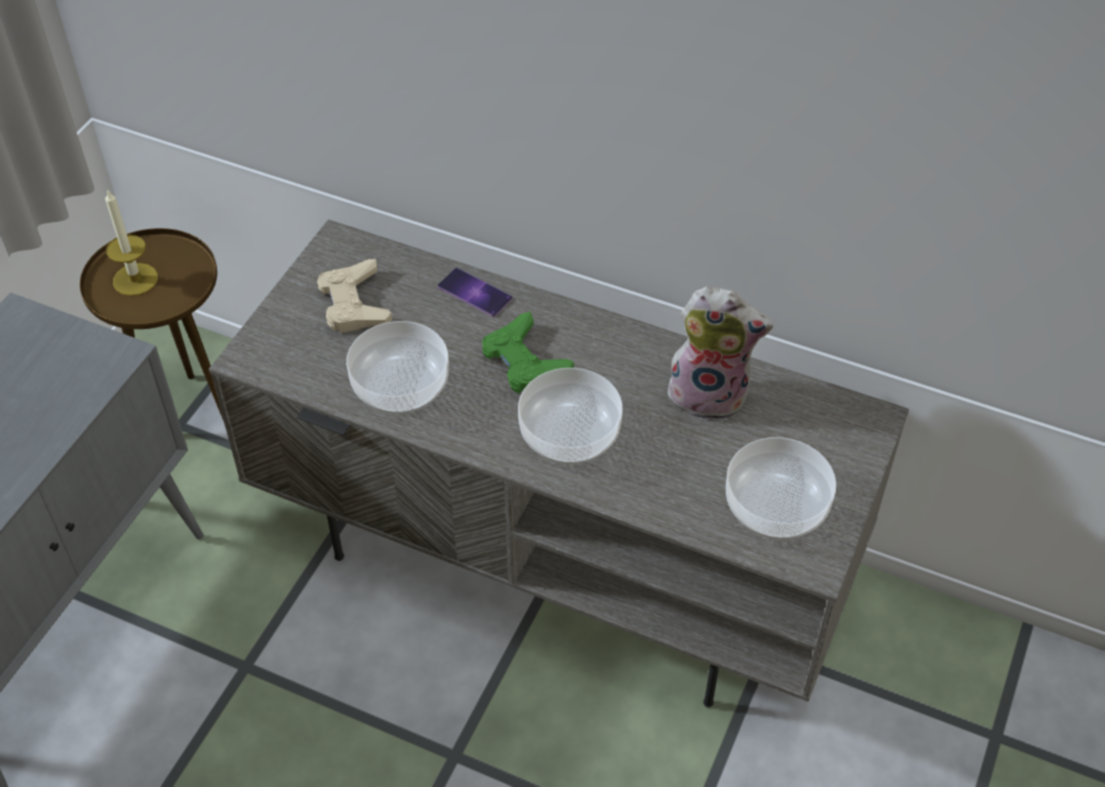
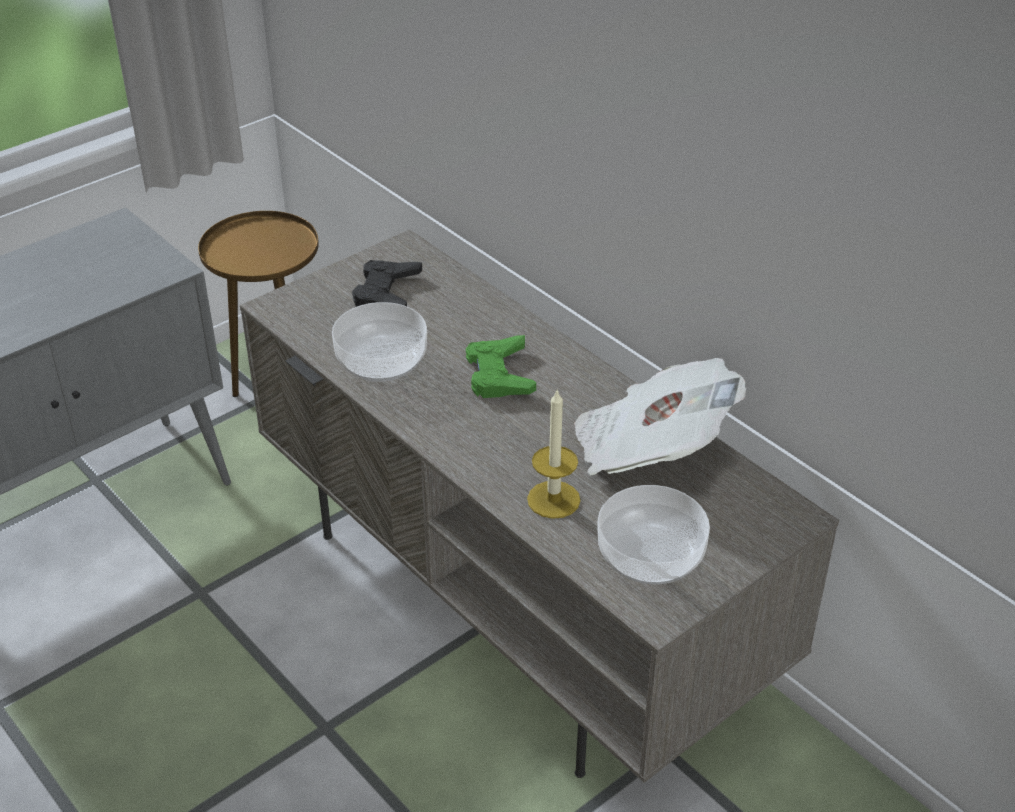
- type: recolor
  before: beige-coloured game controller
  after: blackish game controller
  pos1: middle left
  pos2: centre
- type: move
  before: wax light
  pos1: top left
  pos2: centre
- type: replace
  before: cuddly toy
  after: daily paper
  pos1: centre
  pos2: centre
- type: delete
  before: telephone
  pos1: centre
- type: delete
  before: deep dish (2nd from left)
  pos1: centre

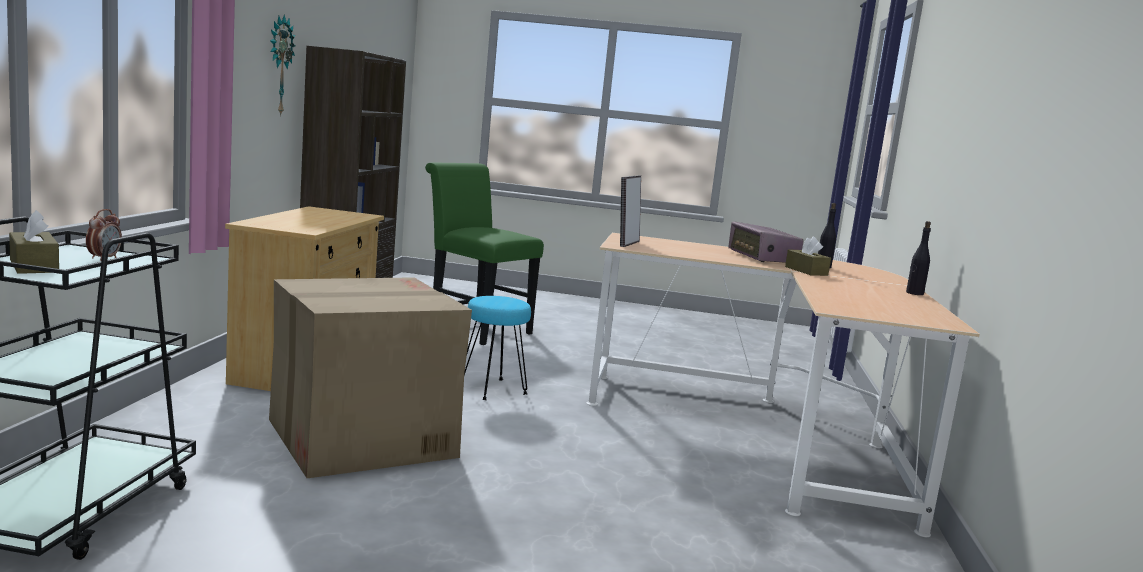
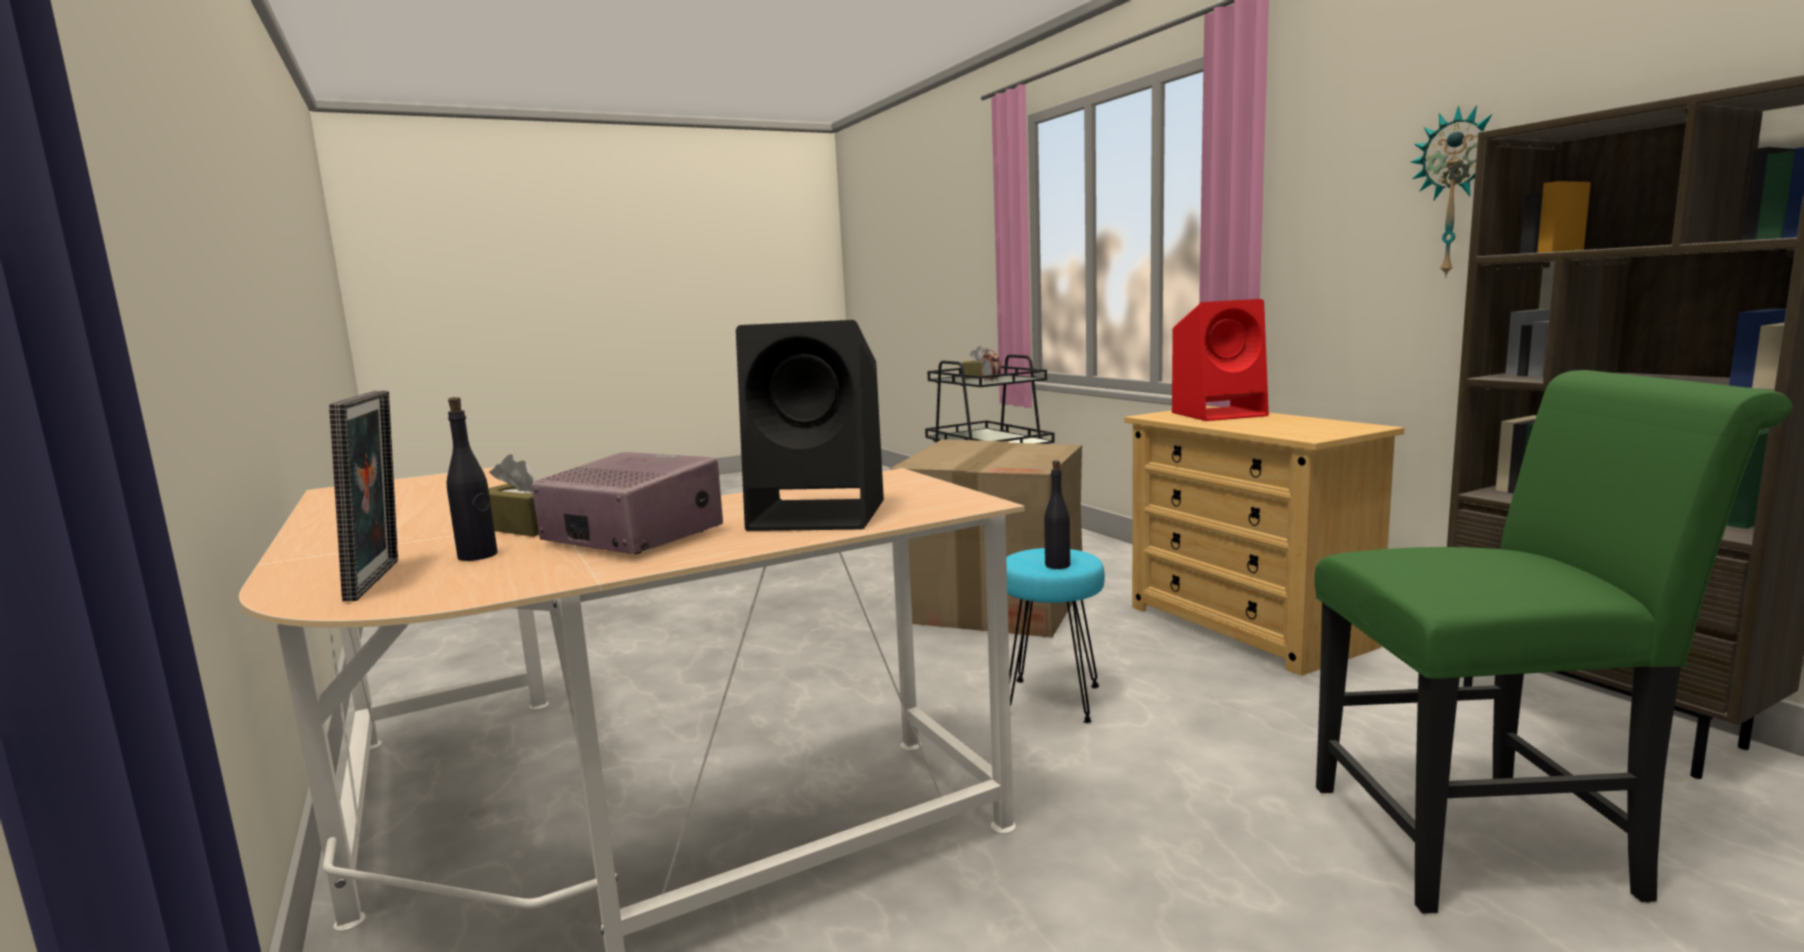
- type: move
  before: photo frame
  pos1: centre
  pos2: middle left
- type: insert
  after: blackish speaker
  pos2: centre
- type: move
  before: blackish drink bottle (2nd from left)
  pos1: middle right
  pos2: centre
- type: insert
  after: red-coloured speaker
  pos2: middle right

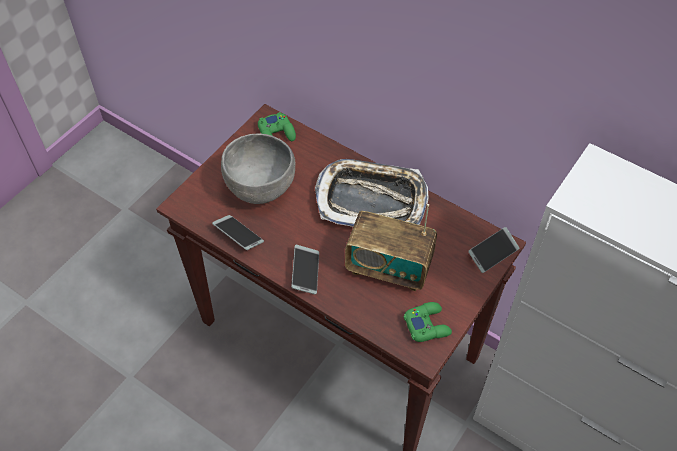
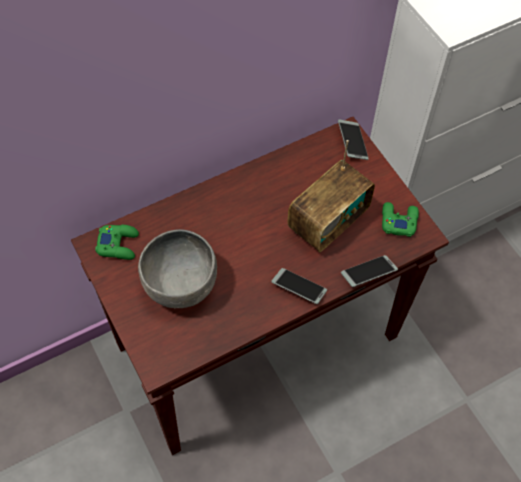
- type: move
  before: telephone (1st from left in the first image)
  after: telephone (3rd from left)
  pos1: centre
  pos2: middle right
- type: delete
  before: tray
  pos1: centre

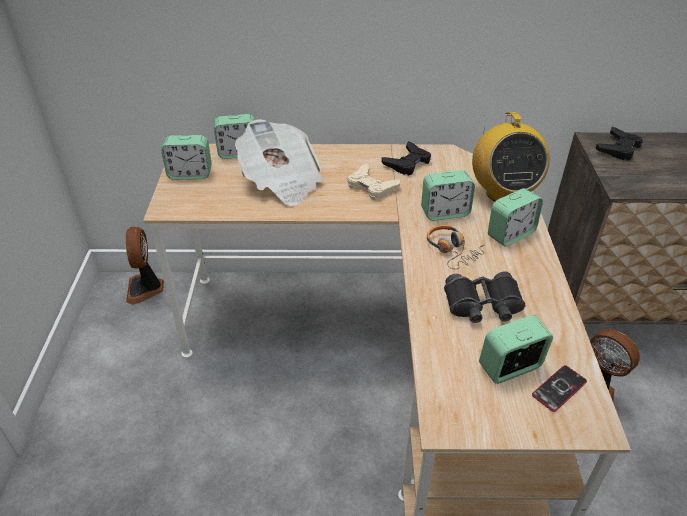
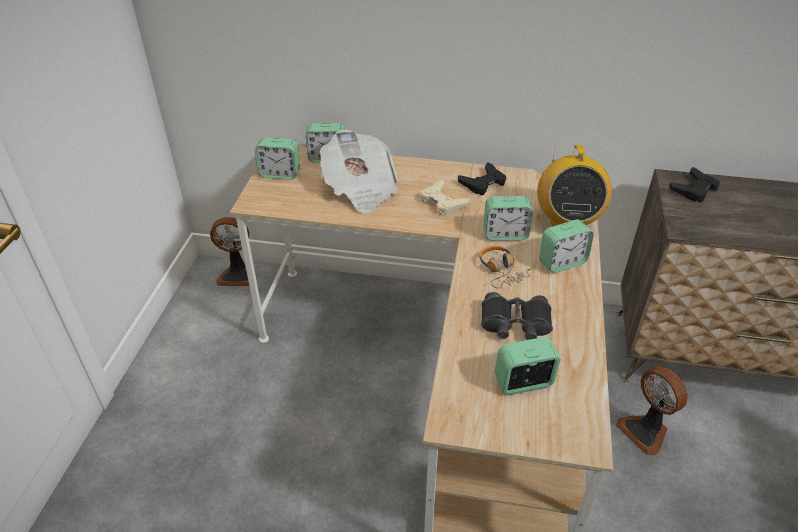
- type: rotate
  before: cooling fan (1st from left)
  pos1: middle left
  pos2: middle left
  turn: -90
- type: delete
  before: telephone
  pos1: bottom right

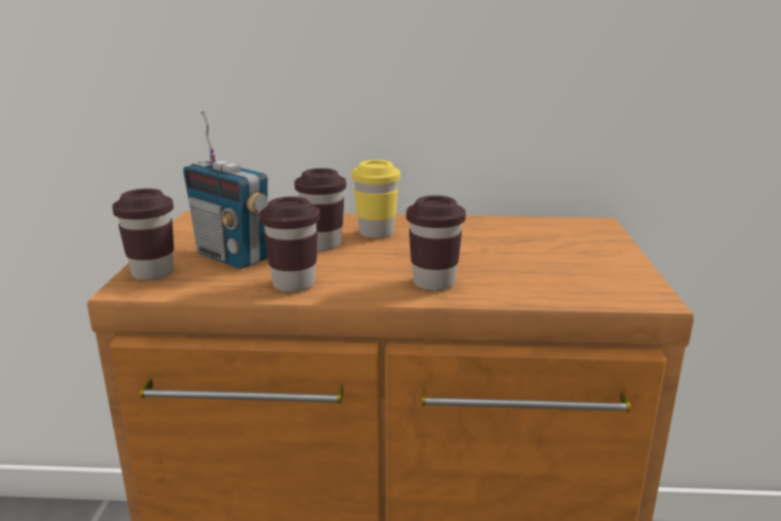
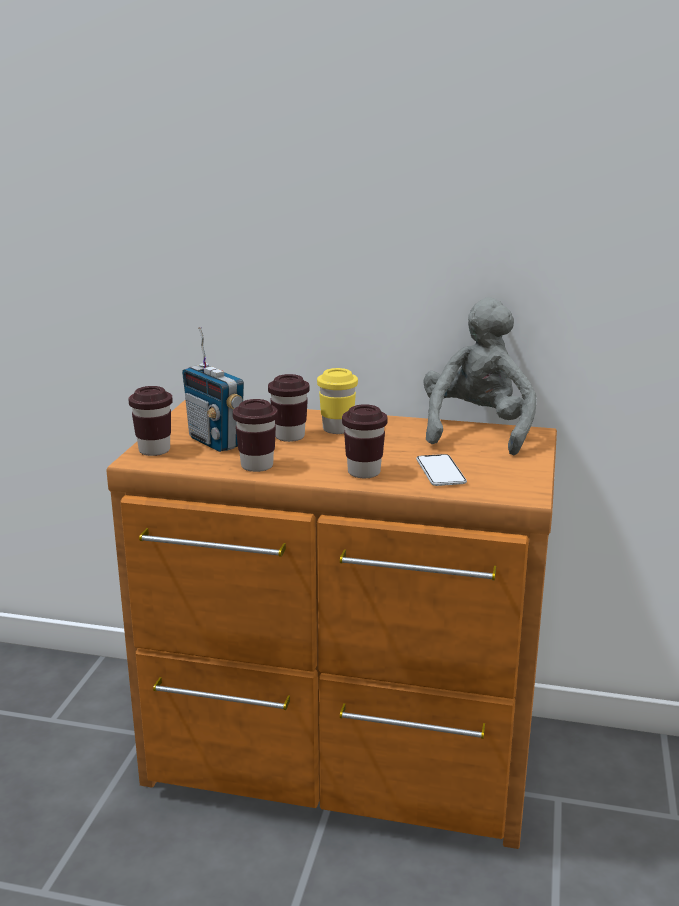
- type: insert
  after: telephone
  pos2: centre
- type: insert
  after: grey cuddly toy
  pos2: middle right

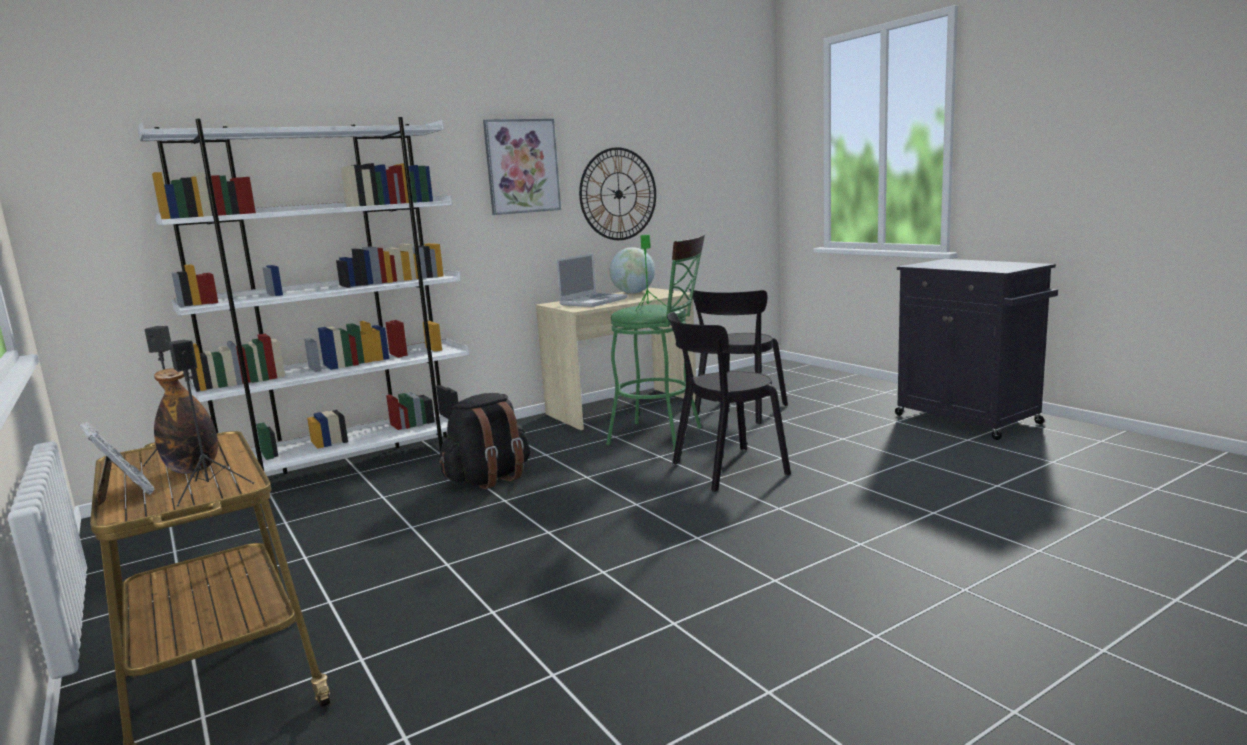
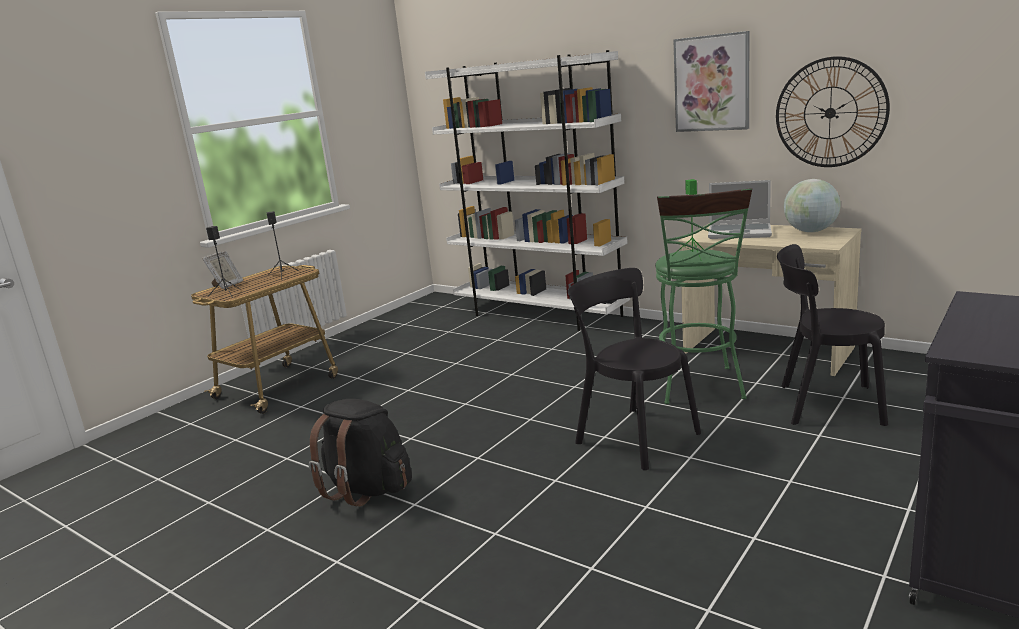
- type: move
  before: blackish knapsack
  pos1: centre
  pos2: bottom centre
- type: delete
  before: drink bottle
  pos1: middle left

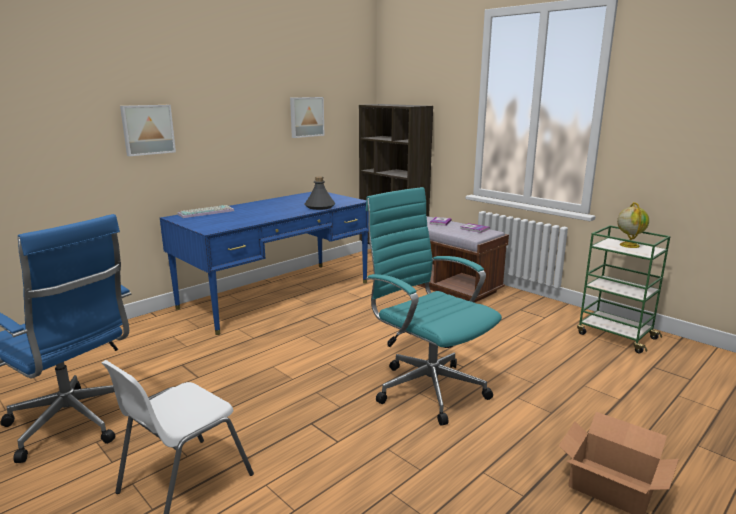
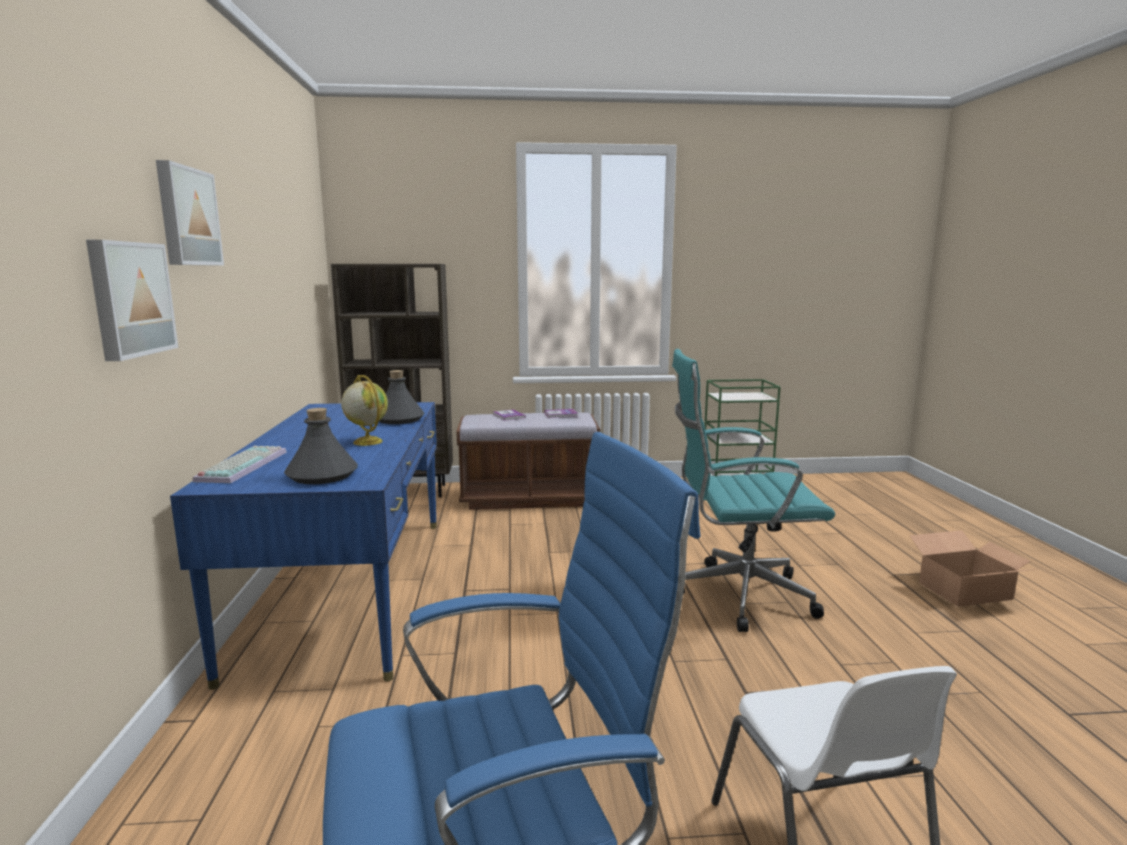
- type: move
  before: wall picture (2nd from left)
  pos1: top centre
  pos2: top left
- type: insert
  after: grey drink bottle (1st from left)
  pos2: middle left
- type: move
  before: globe
  pos1: middle right
  pos2: middle left

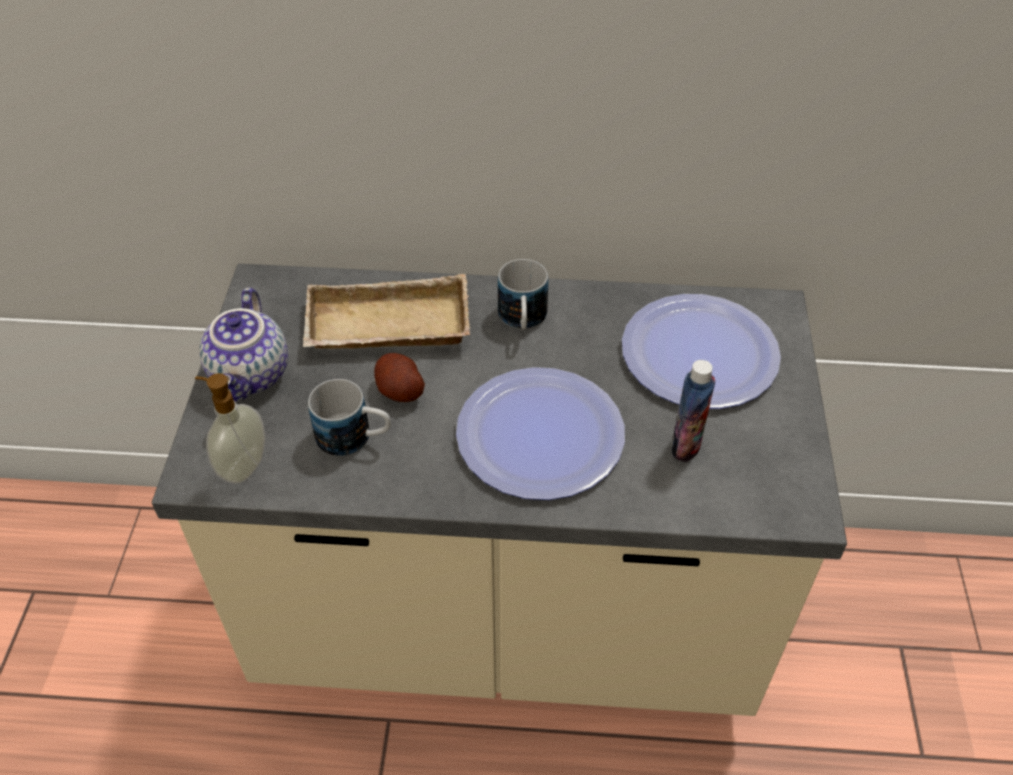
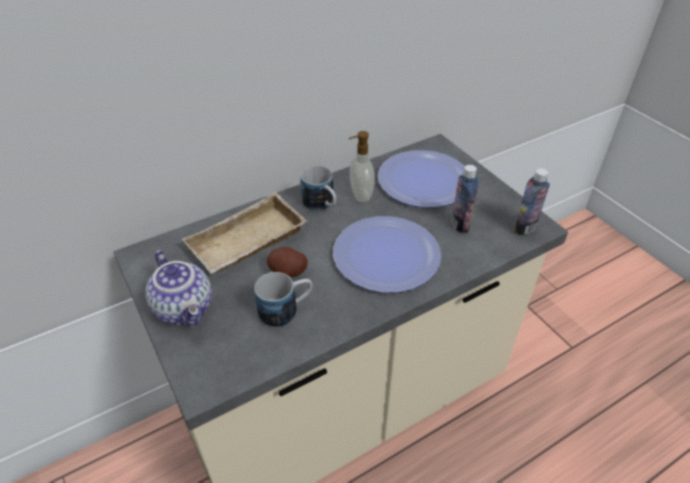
- type: move
  before: liquid soap bottle
  pos1: middle left
  pos2: centre
- type: insert
  after: drink bottle (2nd from left)
  pos2: middle right

